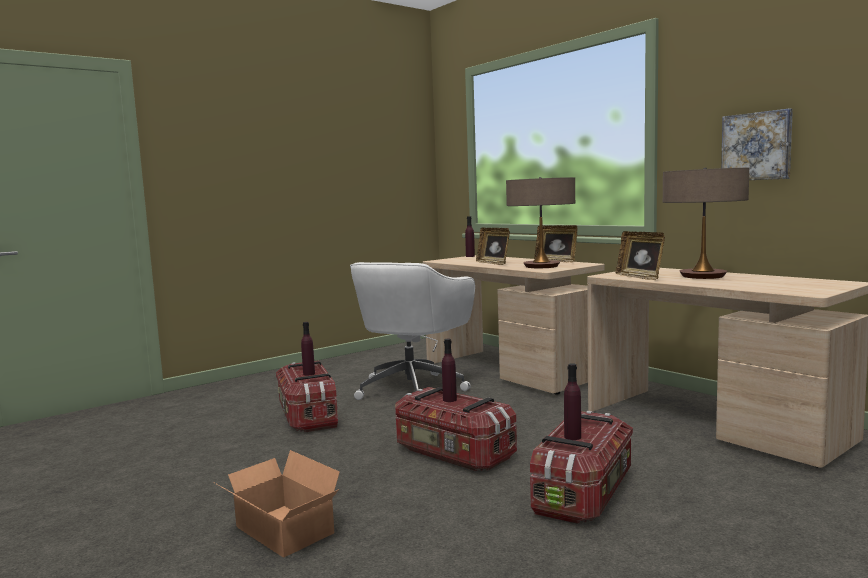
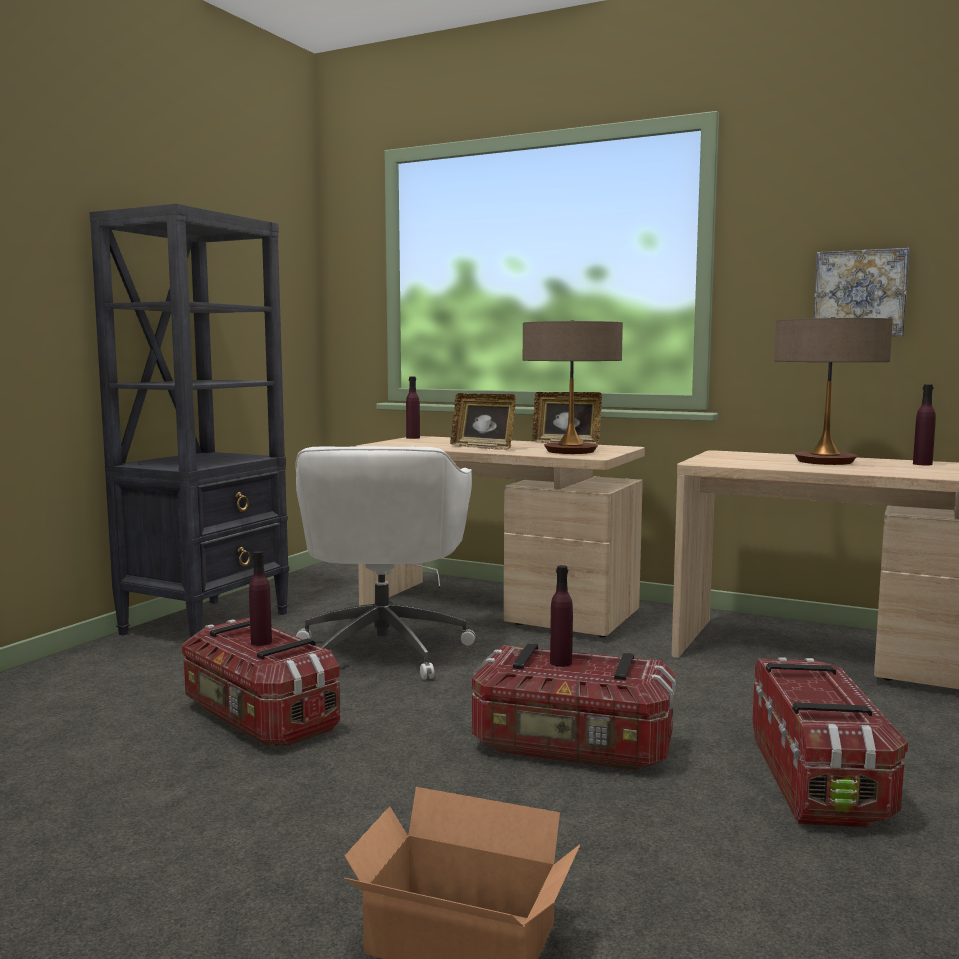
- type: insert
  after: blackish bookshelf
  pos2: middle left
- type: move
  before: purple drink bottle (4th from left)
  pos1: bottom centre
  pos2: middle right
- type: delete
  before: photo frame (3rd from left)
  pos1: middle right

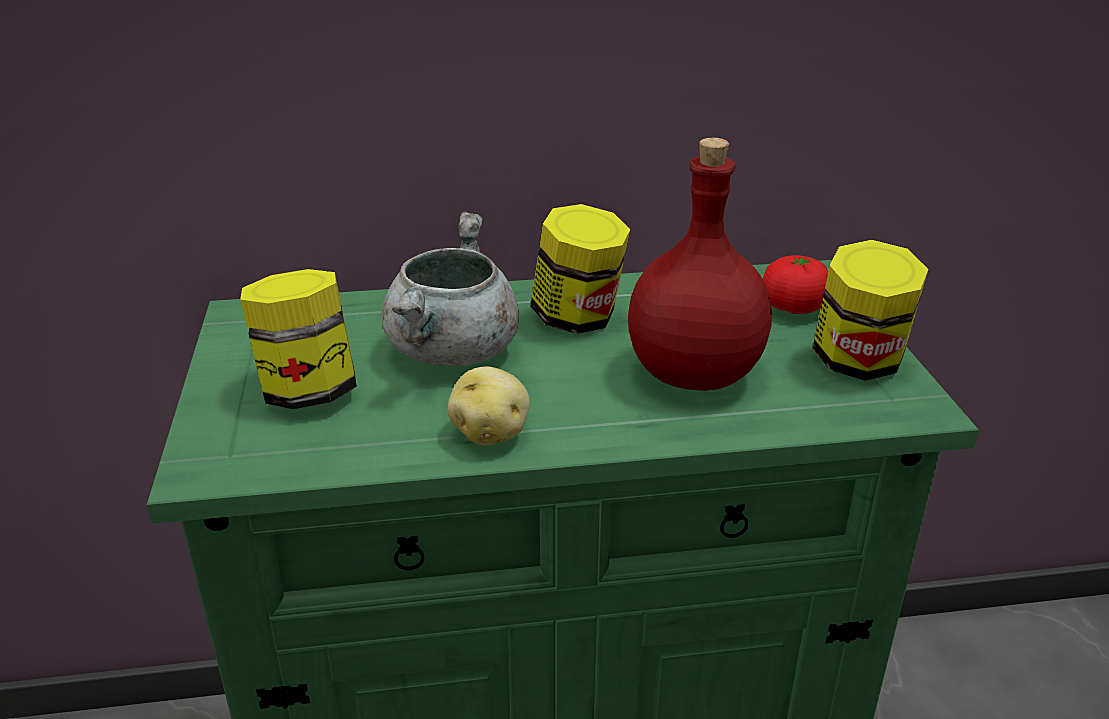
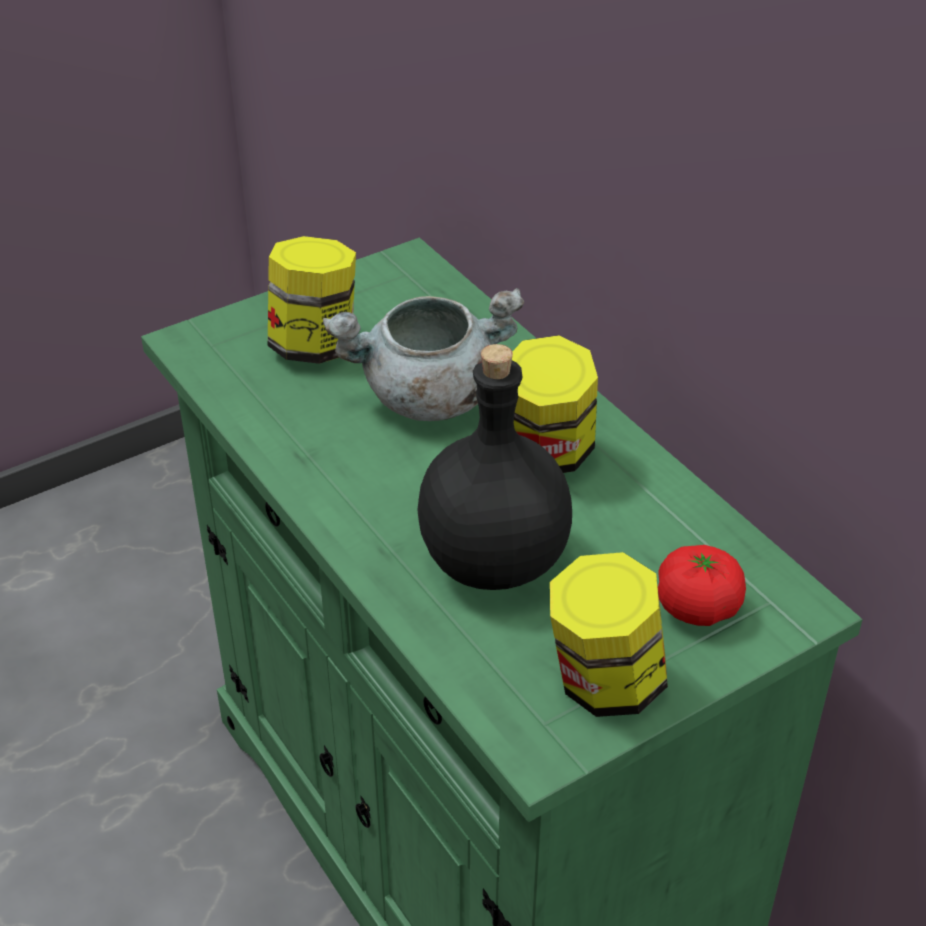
- type: recolor
  before: red-coloured drink bottle
  after: blackish drink bottle
  pos1: centre
  pos2: centre
- type: delete
  before: spud
  pos1: centre

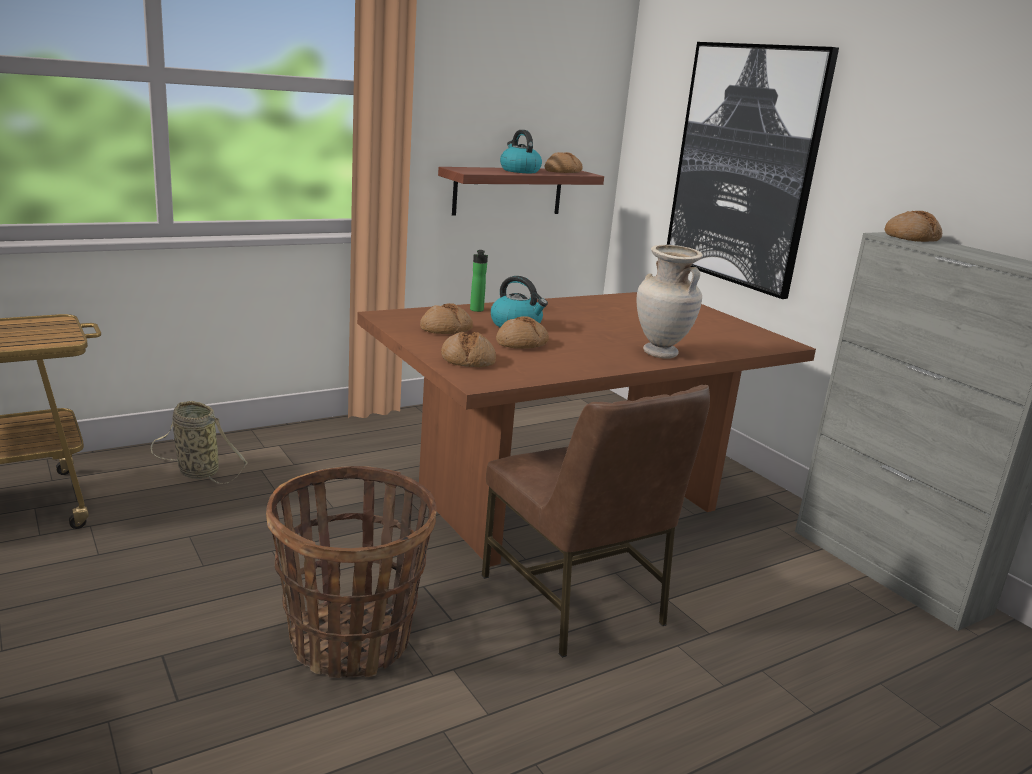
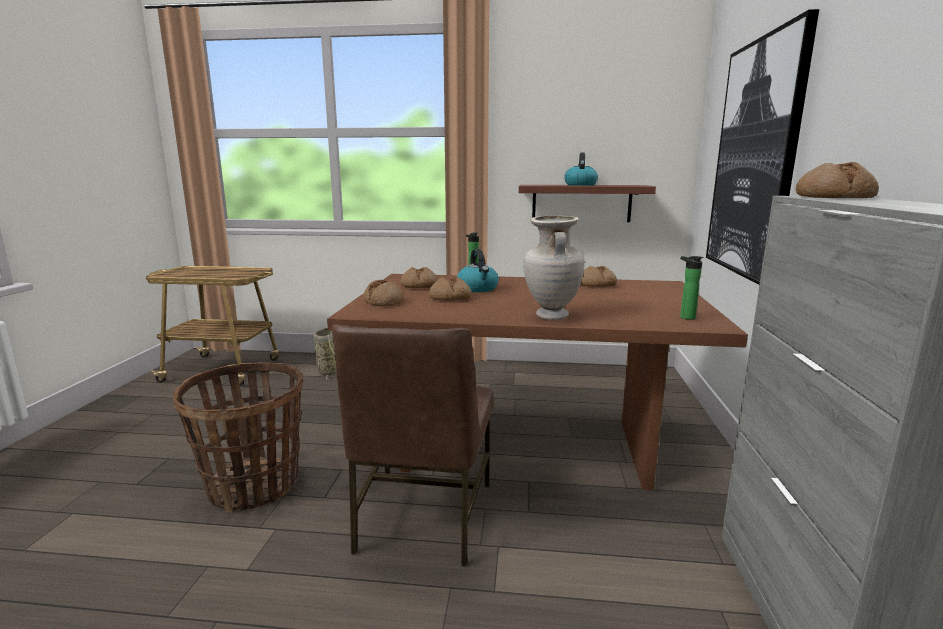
- type: move
  before: baked bread (4th from left)
  pos1: top centre
  pos2: centre
- type: insert
  after: drink bottle (2nd from left)
  pos2: middle right

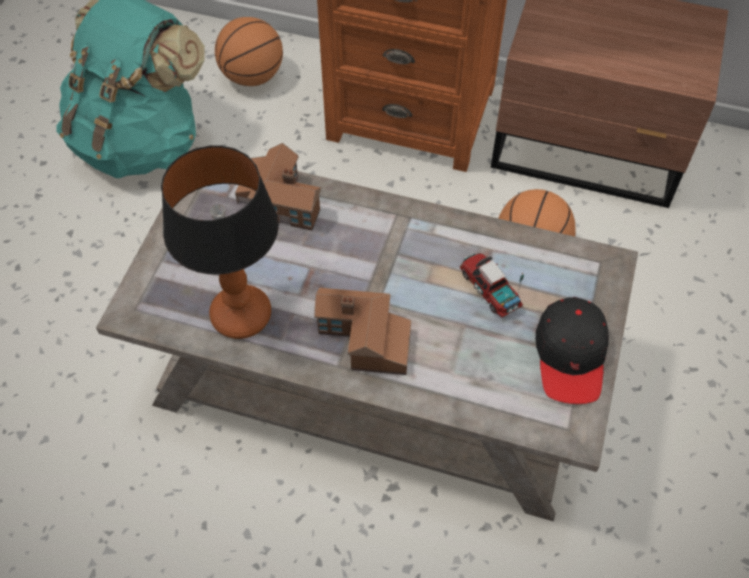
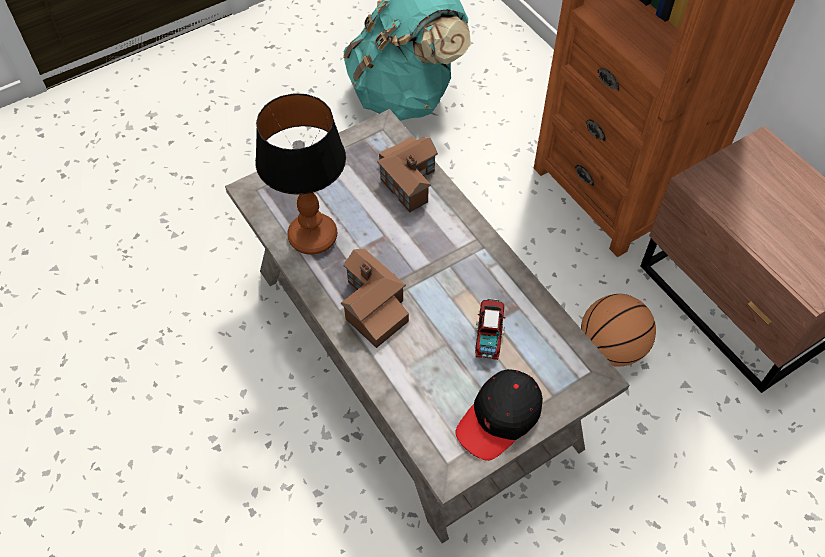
- type: delete
  before: basketball (1st from left)
  pos1: top left

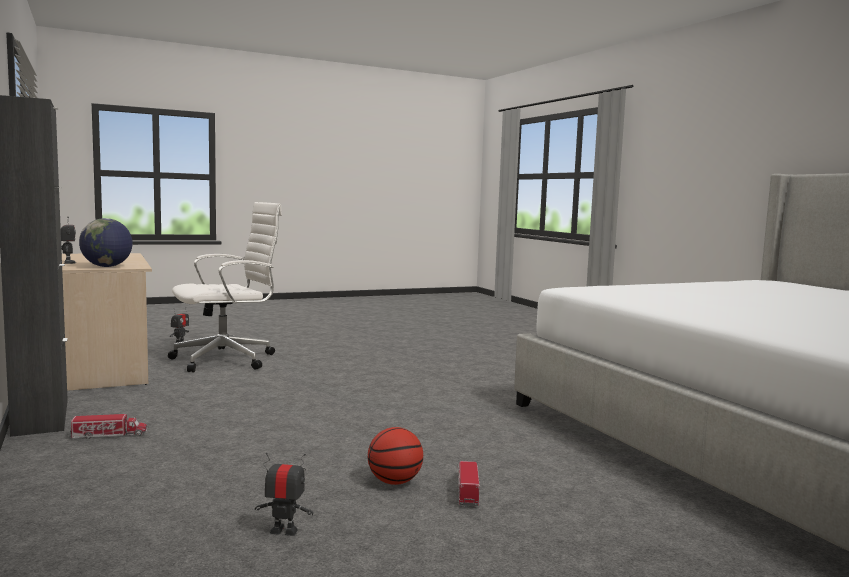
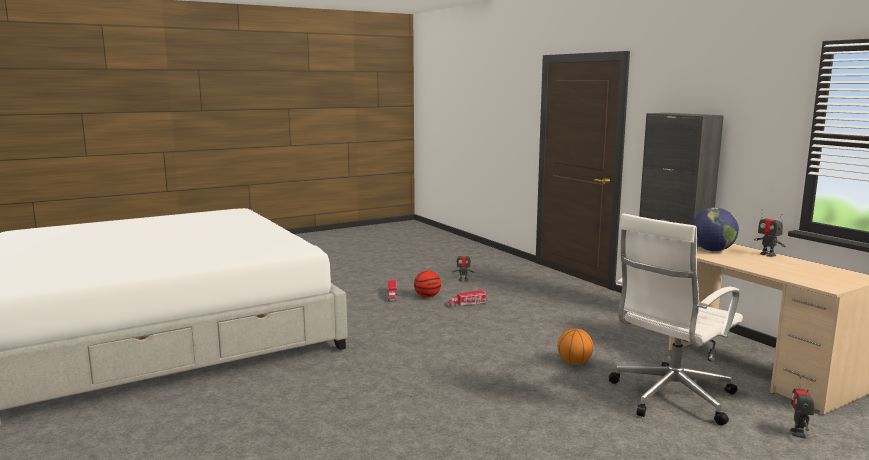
- type: move
  before: toy lorry (1st from left in the first image)
  after: toy lorry (2nd from left)
  pos1: bottom left
  pos2: centre
- type: insert
  after: basketball (2nd from left)
  pos2: bottom centre

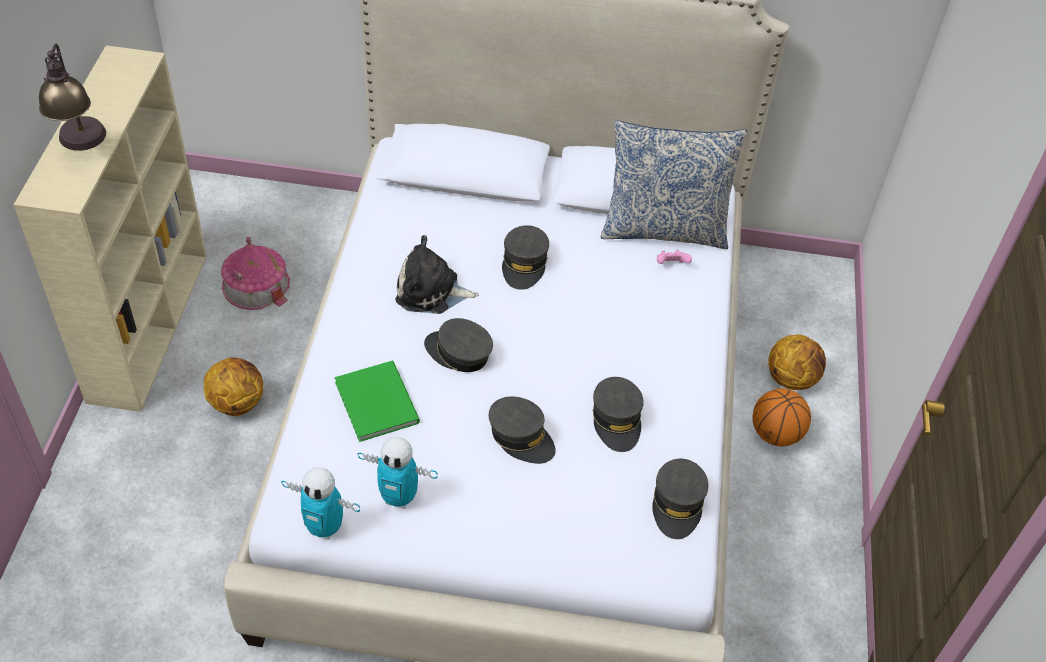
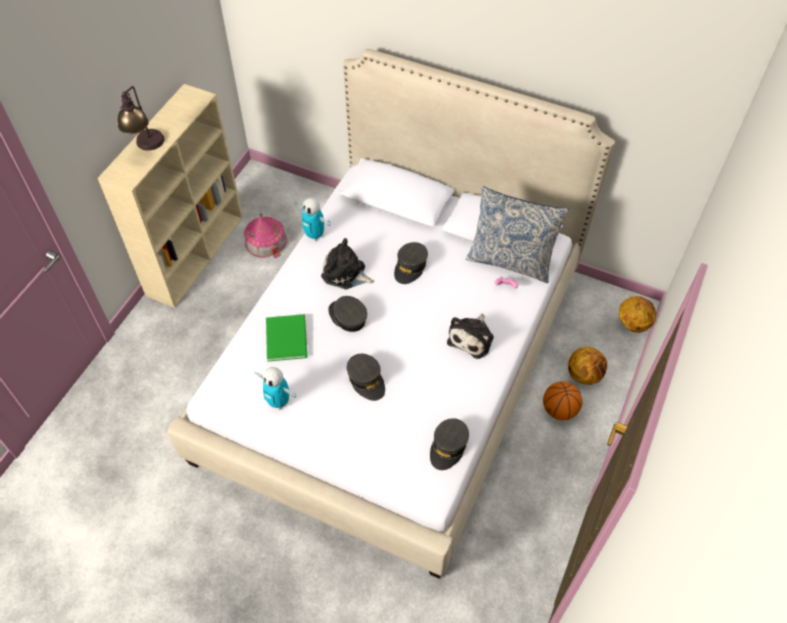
- type: move
  before: robot figure (1st from left in the first image)
  after: robot figure (2nd from left)
  pos1: bottom left
  pos2: centre
- type: insert
  after: cuddly toy (2nd from left)
  pos2: centre
- type: move
  before: basketball (1st from left in the first image)
  after: basketball (3rd from left)
  pos1: middle left
  pos2: middle right
- type: delete
  before: grey baseball cap (4th from left)
  pos1: centre

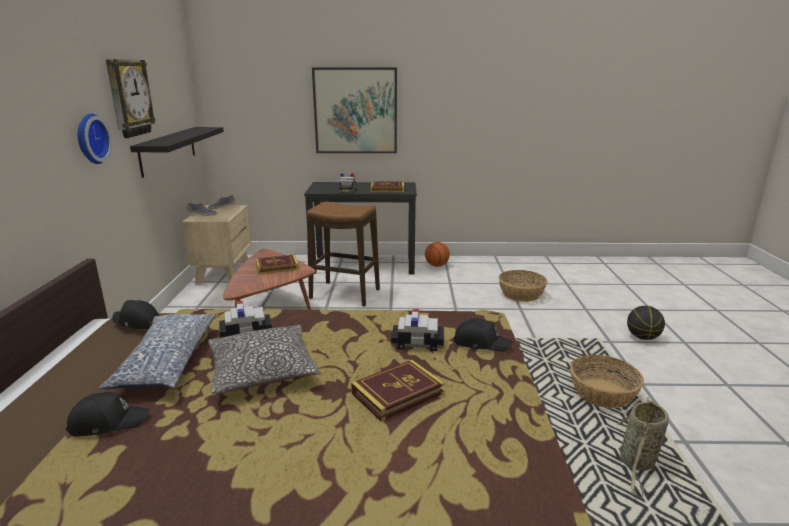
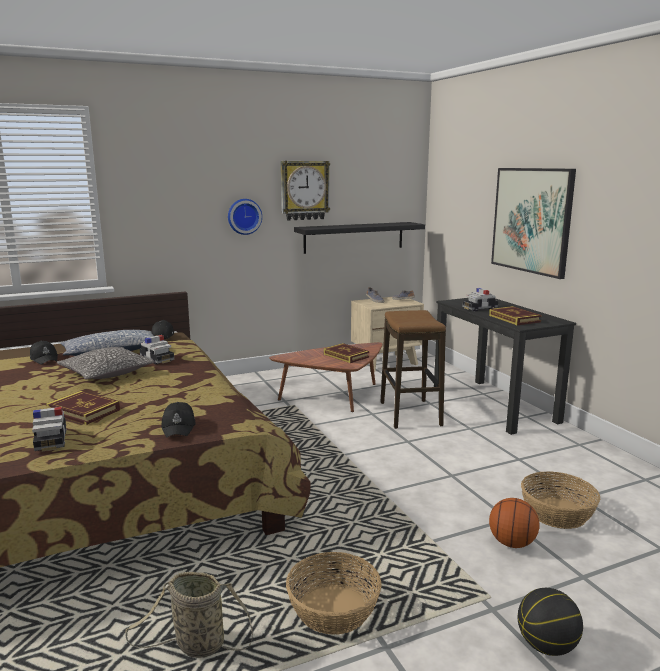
- type: move
  before: toy car (3rd from left in the first image)
  after: toy car (1st from left)
  pos1: centre
  pos2: middle left
- type: move
  before: basketball (1st from left)
  pos1: centre
  pos2: bottom right

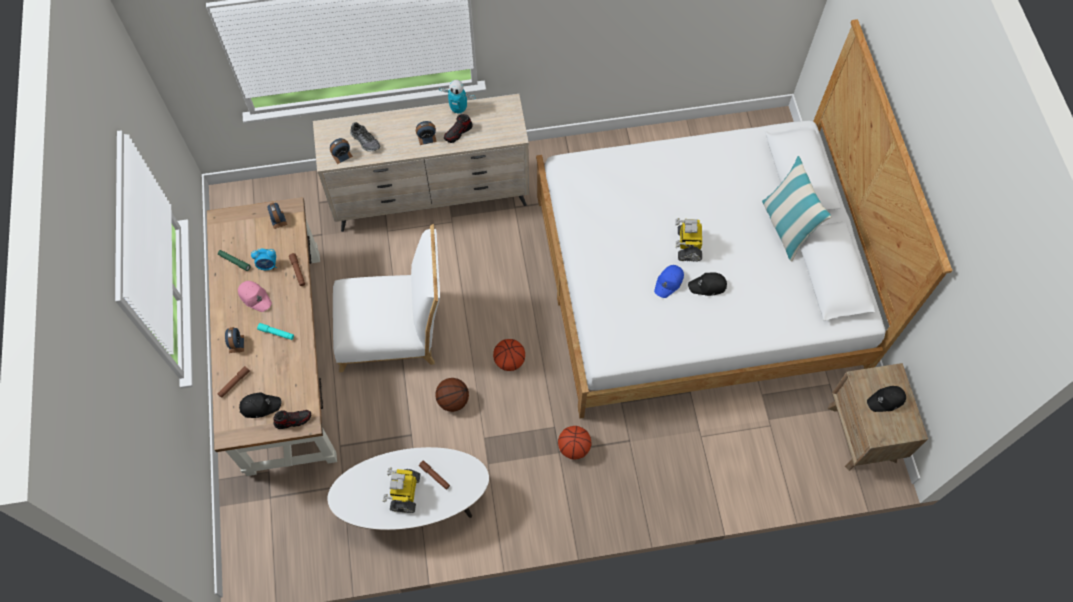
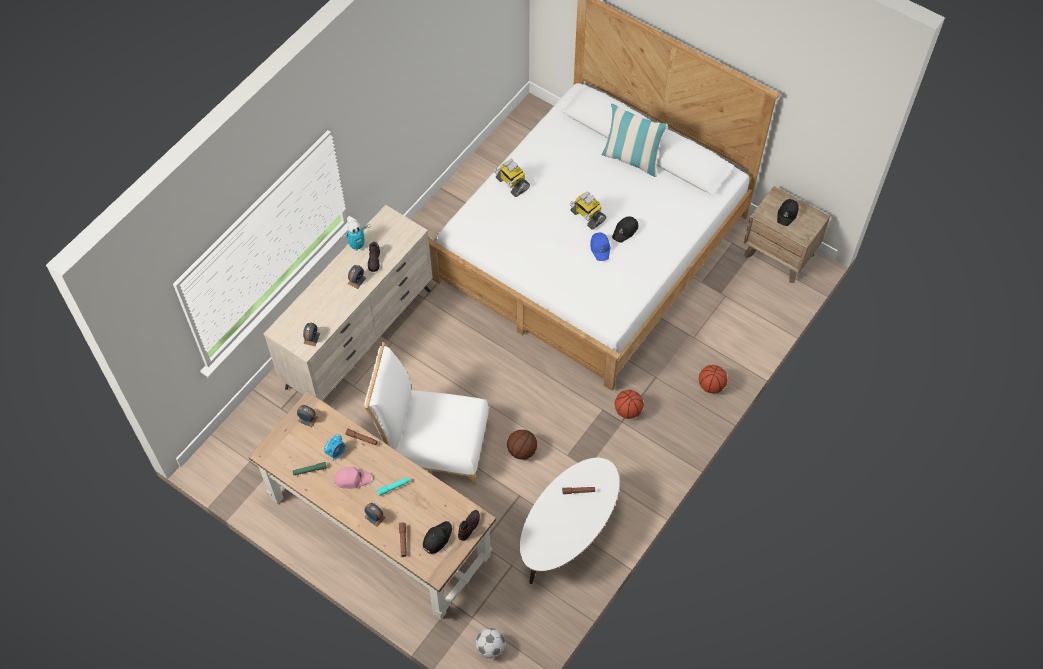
- type: rotate
  before: white-coloured plain chair
  pos1: centre
  pos2: centre
  turn: -120
- type: insert
  after: football ball
  pos2: bottom centre
- type: move
  before: robot figure (1st from left in the first image)
  after: robot figure (2nd from left)
  pos1: bottom centre
  pos2: top centre
- type: move
  before: basketball (2nd from left in the first image)
  after: basketball (3rd from left)
  pos1: centre
  pos2: middle right
- type: delete
  before: shoe (2nd from left)
  pos1: top centre

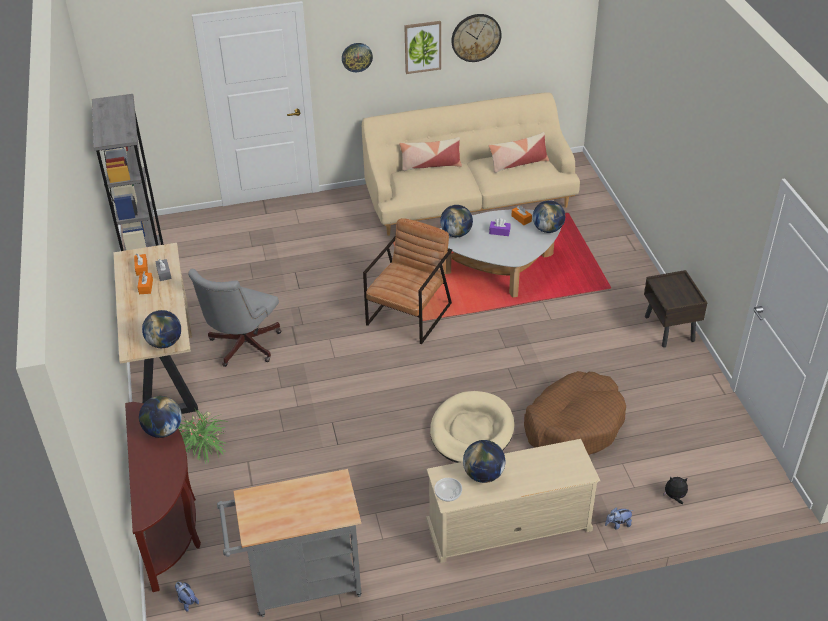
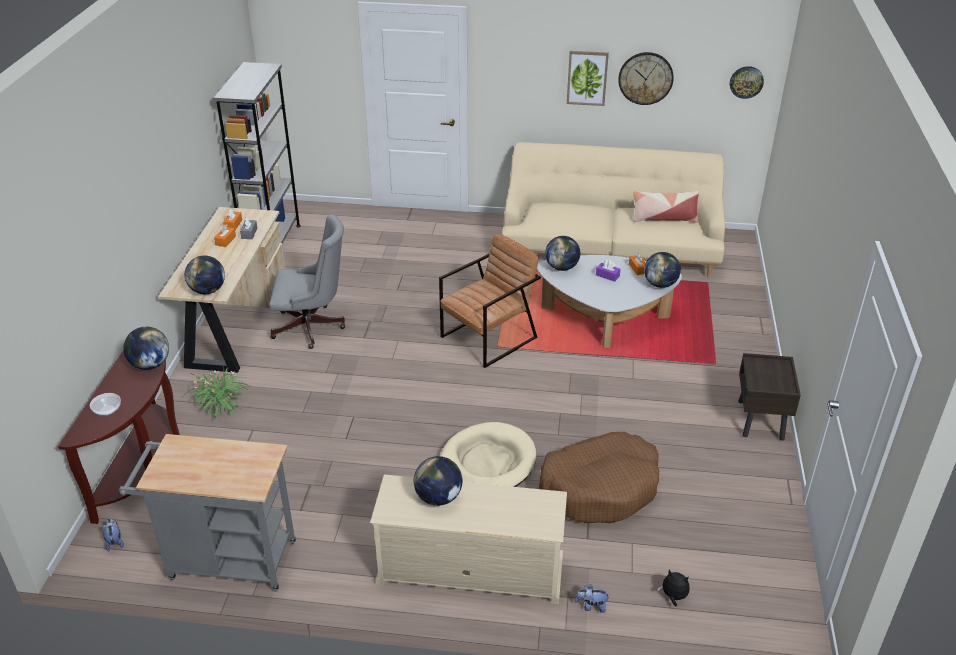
- type: move
  before: deep dish
  pos1: bottom centre
  pos2: middle left
- type: rotate
  before: grey computer chair
  pos1: middle left
  pos2: middle left
  turn: -135
- type: move
  before: hanging clock (1st from left in the first image)
  after: hanging clock (2nd from left)
  pos1: top centre
  pos2: top right
- type: delete
  before: pillow (1st from left)
  pos1: top centre

